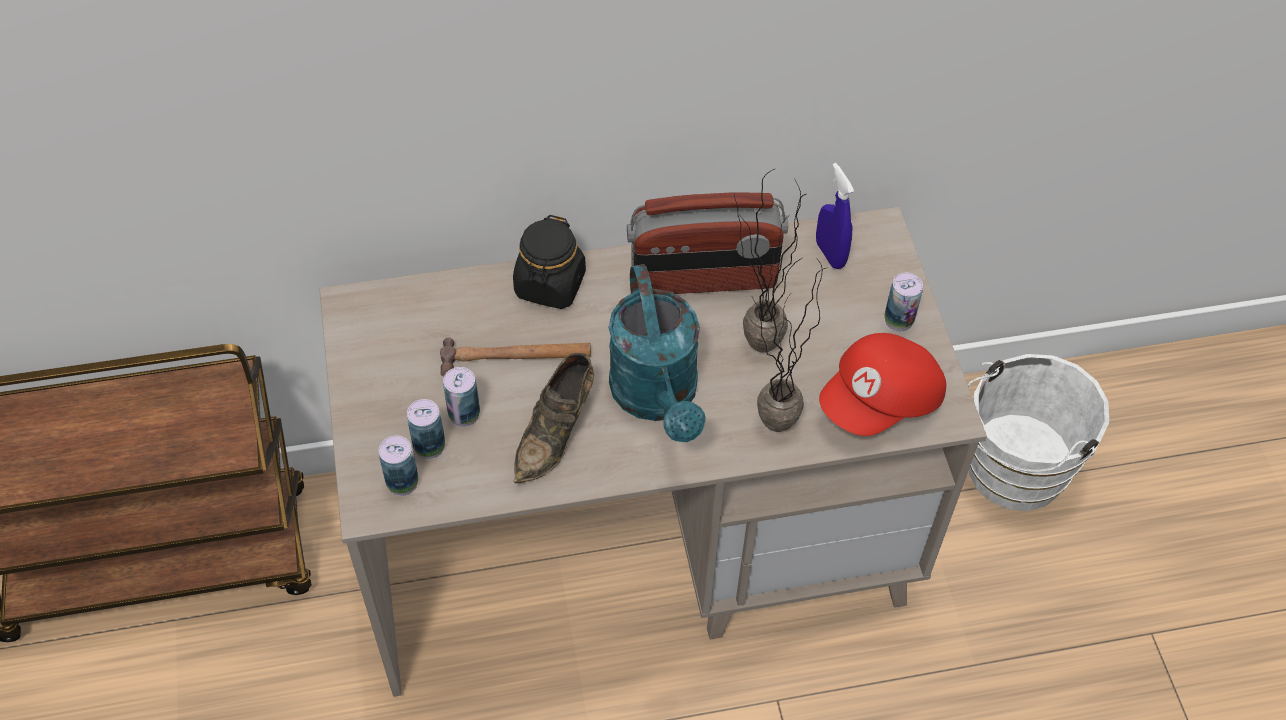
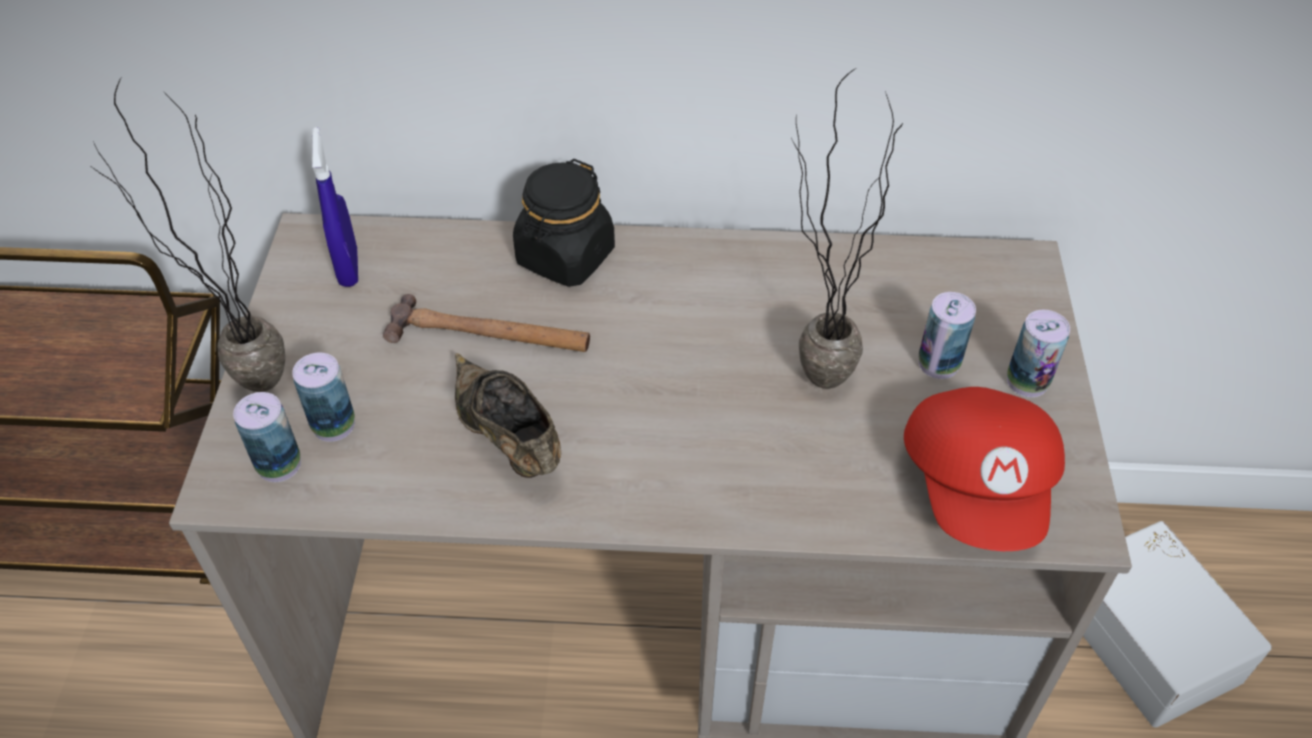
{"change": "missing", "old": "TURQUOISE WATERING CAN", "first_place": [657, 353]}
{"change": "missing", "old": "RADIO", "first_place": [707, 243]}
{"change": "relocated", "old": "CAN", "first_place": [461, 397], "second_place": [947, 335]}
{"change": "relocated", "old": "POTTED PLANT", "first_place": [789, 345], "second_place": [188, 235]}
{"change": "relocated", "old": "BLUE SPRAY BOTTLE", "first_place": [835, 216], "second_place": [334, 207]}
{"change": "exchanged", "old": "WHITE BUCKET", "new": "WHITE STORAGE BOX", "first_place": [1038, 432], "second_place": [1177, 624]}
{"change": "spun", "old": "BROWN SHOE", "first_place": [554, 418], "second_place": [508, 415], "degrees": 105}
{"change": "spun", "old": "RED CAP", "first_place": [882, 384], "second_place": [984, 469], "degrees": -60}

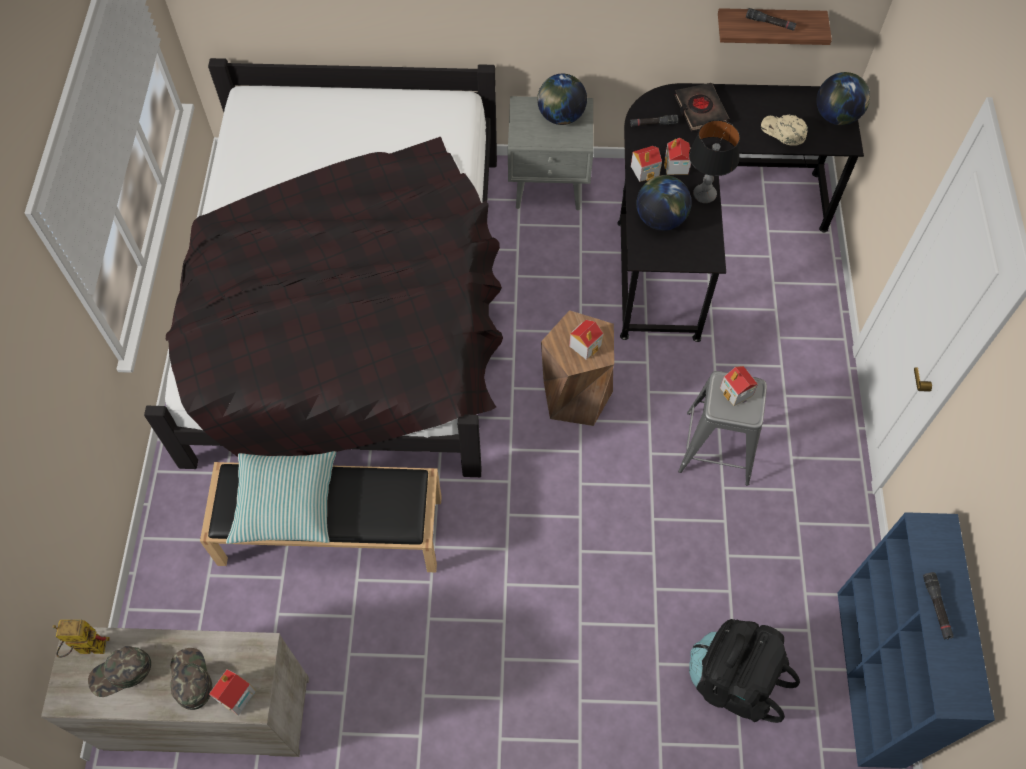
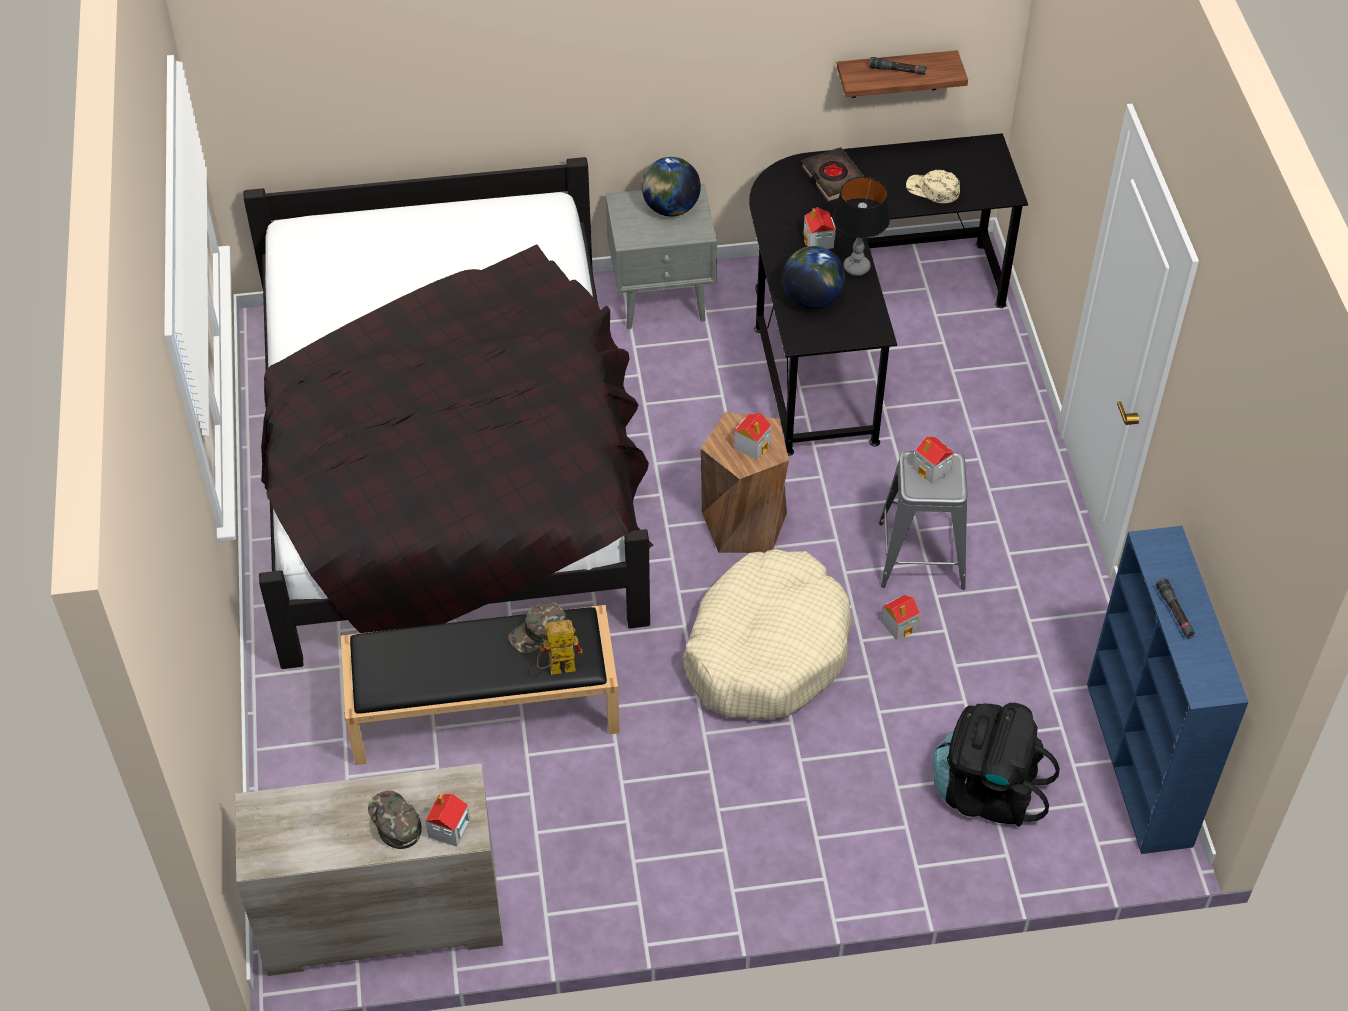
{"change": "missing", "old": "PILLOW", "first_place": [281, 497]}
{"change": "missing", "old": "BLACK FLASHLIGHT", "first_place": [654, 120]}
{"change": "missing", "old": "GLOBE", "first_place": [843, 98]}
{"change": "appeared", "new": "BEIGE DOG BED", "second_place": [767, 634]}
{"change": "relocated", "old": "TOY ROBOT", "first_place": [81, 639], "second_place": [560, 647]}
{"change": "relocated", "old": "GREEN CAP", "first_place": [119, 671], "second_place": [537, 627]}
{"change": "relocated", "old": "TOY HOUSE", "first_place": [646, 164], "second_place": [900, 617]}

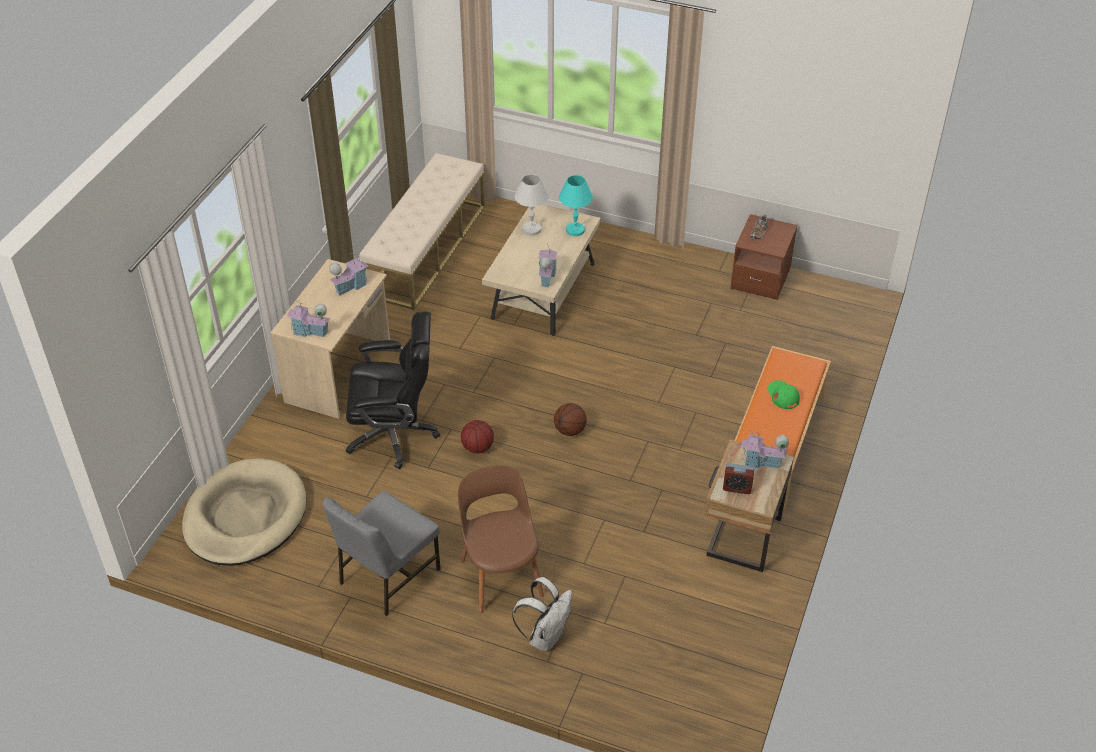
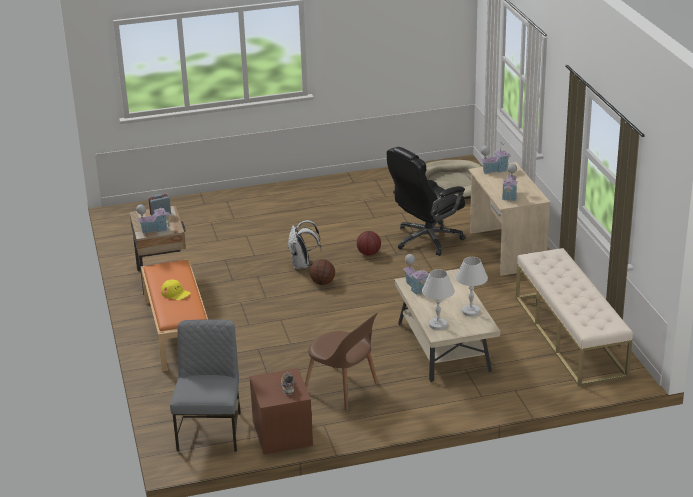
{"change": "relocated", "old": "GREY CHAIR", "first_place": [382, 553], "second_place": [205, 385]}
{"change": "relocated", "old": "BROWN CHAIR", "first_place": [501, 539], "second_place": [341, 361]}
{"change": "relocated", "old": "WHITE BACKPACK", "first_place": [542, 614], "second_place": [304, 244]}
{"change": "colour", "old": "TURQUOISE TABLE LAMP", "new": "WHITE TABLE LAMP", "first_place": [576, 205], "second_place": [438, 299]}
{"change": "colour", "old": "GREEN CAP", "new": "YELLOW CAP", "first_place": [783, 395], "second_place": [175, 289]}

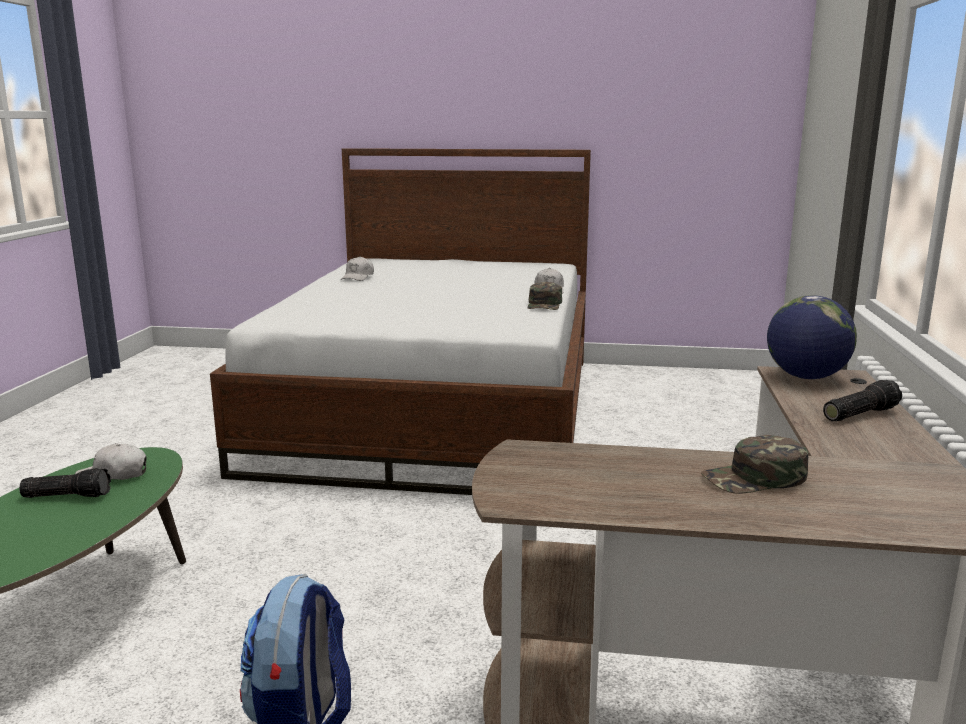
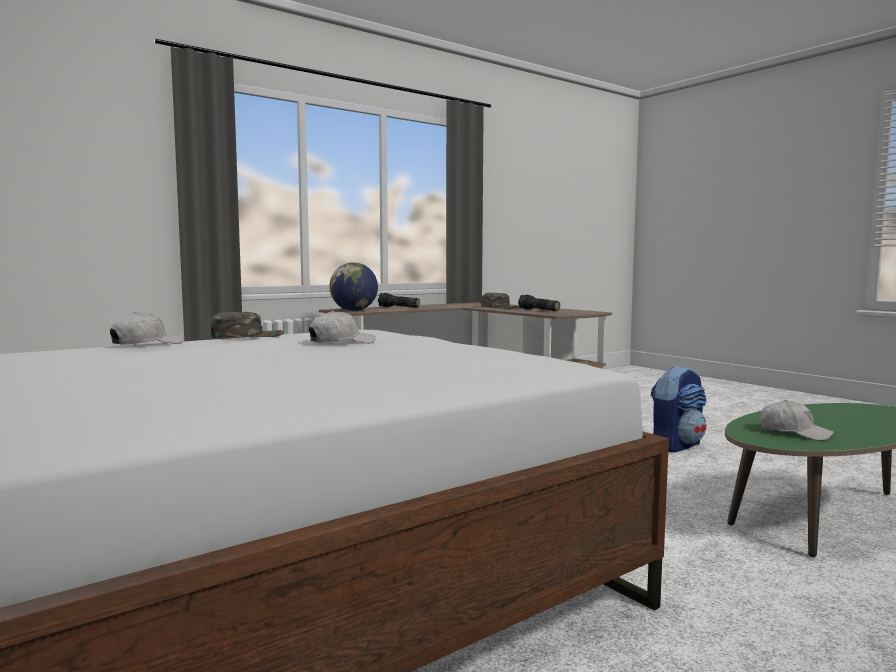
{"change": "relocated", "old": "FLASHLIGHT", "first_place": [65, 483], "second_place": [539, 302]}
{"change": "relocated", "old": "WHITE CAP", "first_place": [357, 268], "second_place": [342, 327]}

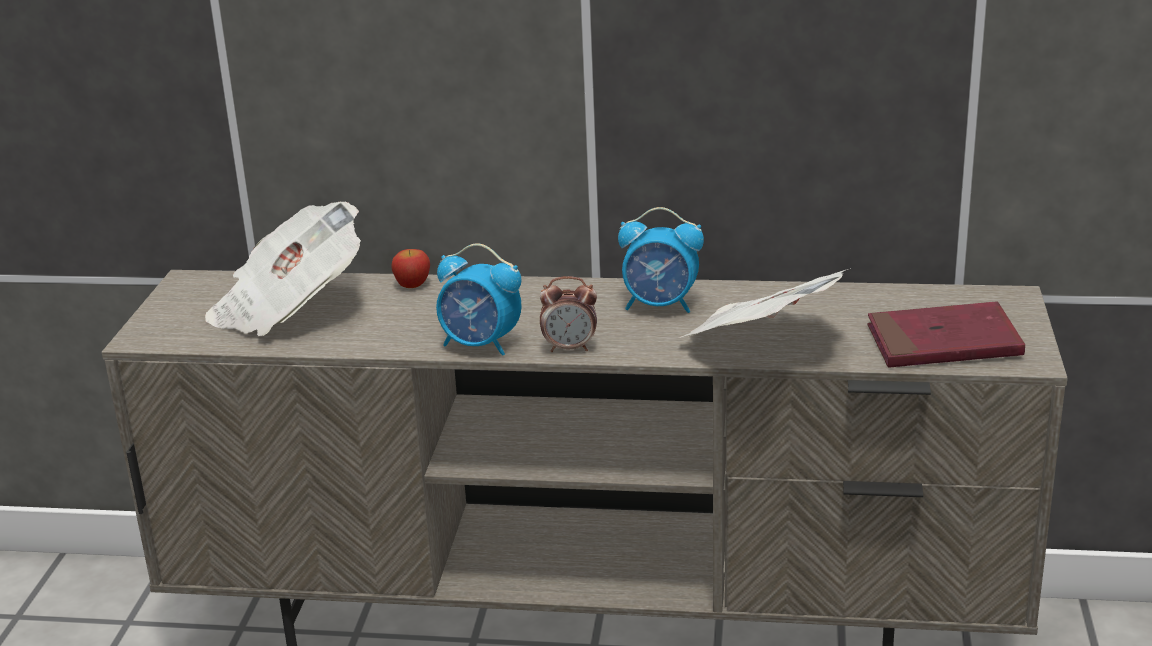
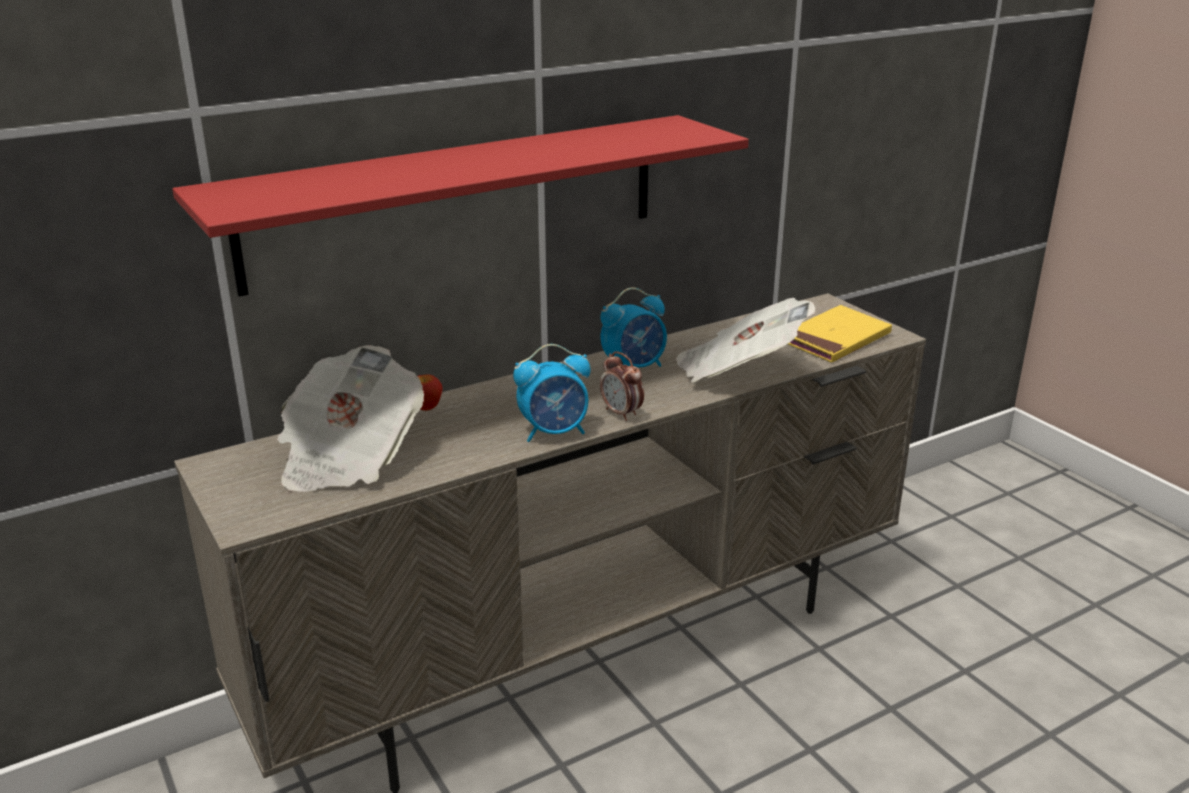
{"change": "appeared", "new": "RED SHELF", "second_place": [460, 205]}
{"change": "colour", "old": "RED BOOK", "new": "YELLOW BOOK", "first_place": [946, 335], "second_place": [840, 334]}
{"change": "spun", "old": "ALARM CLOCK", "first_place": [568, 314], "second_place": [622, 386], "degrees": 90}

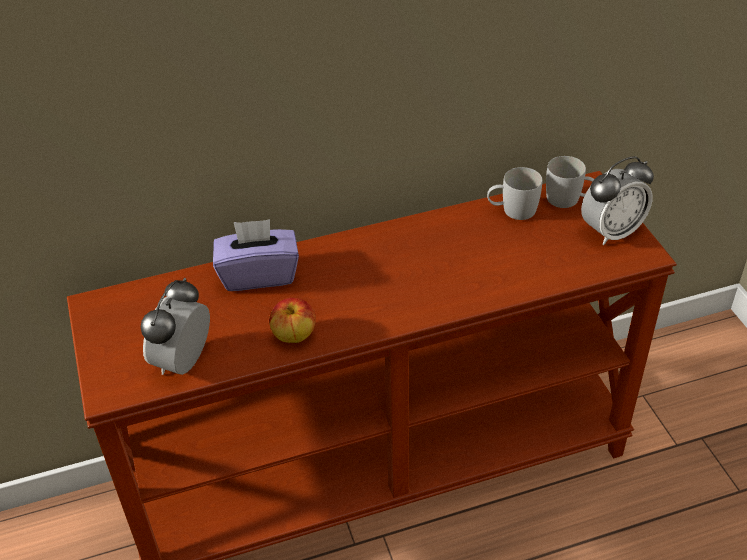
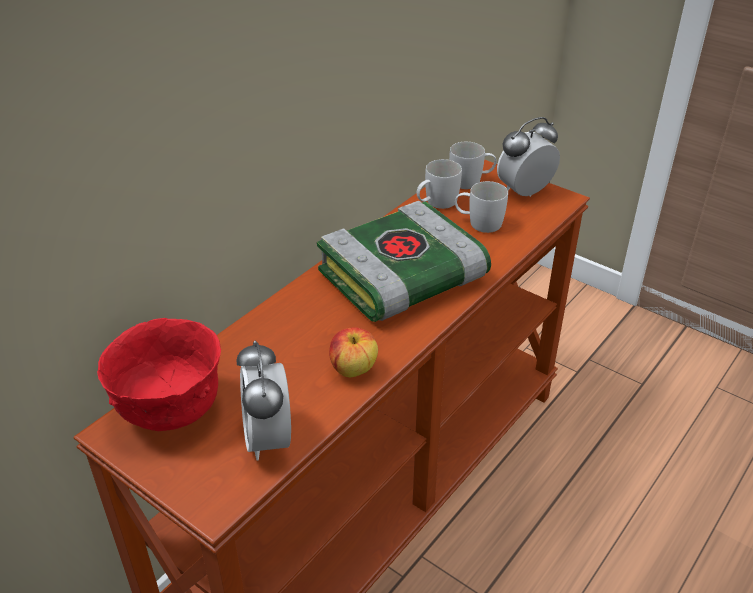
{"change": "missing", "old": "PURPLE TISSUE BOX", "first_place": [256, 255]}
{"change": "appeared", "new": "RED BOWL", "second_place": [159, 374]}
{"change": "appeared", "new": "BOOK", "second_place": [404, 261]}
{"change": "appeared", "new": "WHITE MUG", "second_place": [481, 207]}
{"change": "spun", "old": "ALARM CLOCK", "first_place": [617, 200], "second_place": [528, 157], "degrees": -150}

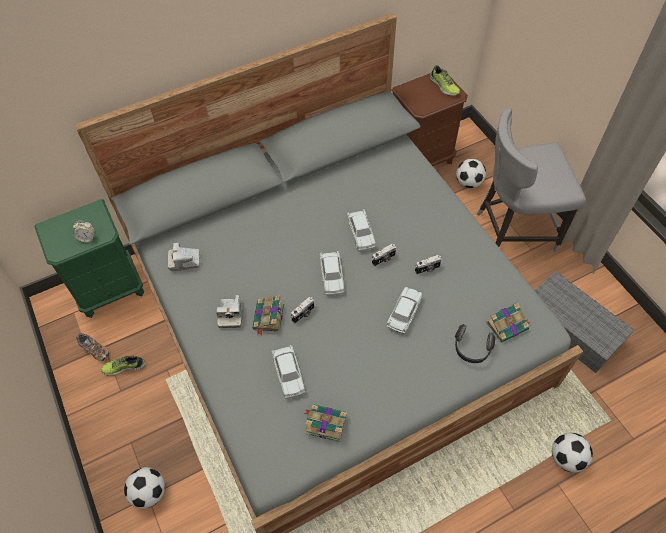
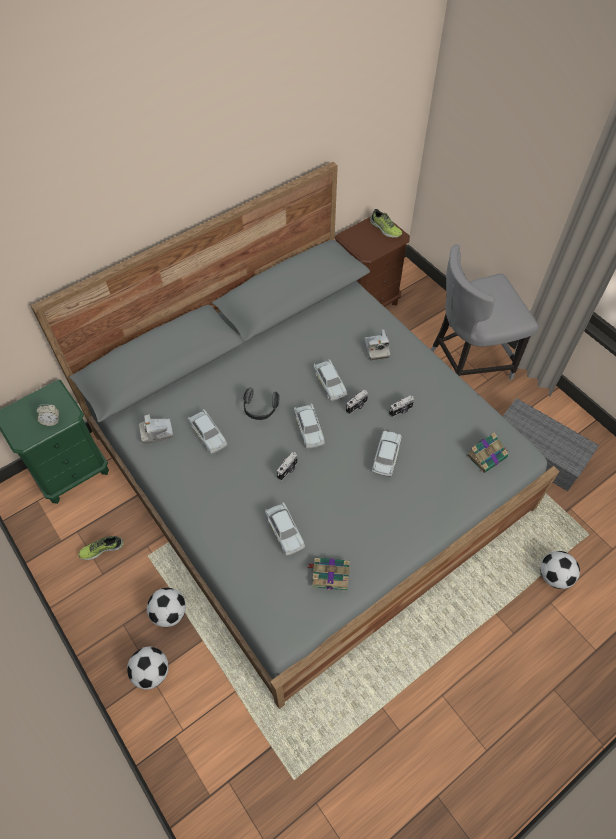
{"change": "missing", "old": "SHOE", "first_place": [92, 347]}
{"change": "missing", "old": "BOOK", "first_place": [268, 315]}
{"change": "appeared", "new": "WHITE TOY CAR", "second_place": [207, 431]}
{"change": "relocated", "old": "PHOTO CAMERA", "first_place": [229, 311], "second_place": [377, 345]}
{"change": "relocated", "old": "HEADPHONES", "first_place": [475, 343], "second_place": [261, 403]}
{"change": "relocated", "old": "FOOTBALL", "first_place": [471, 173], "second_place": [166, 607]}

